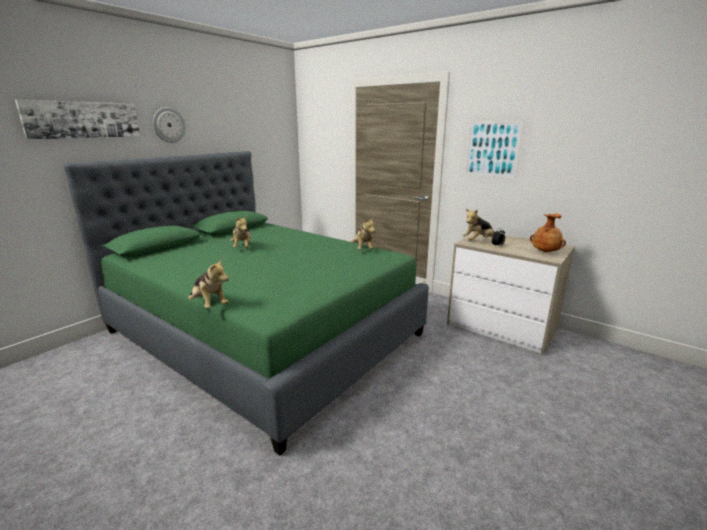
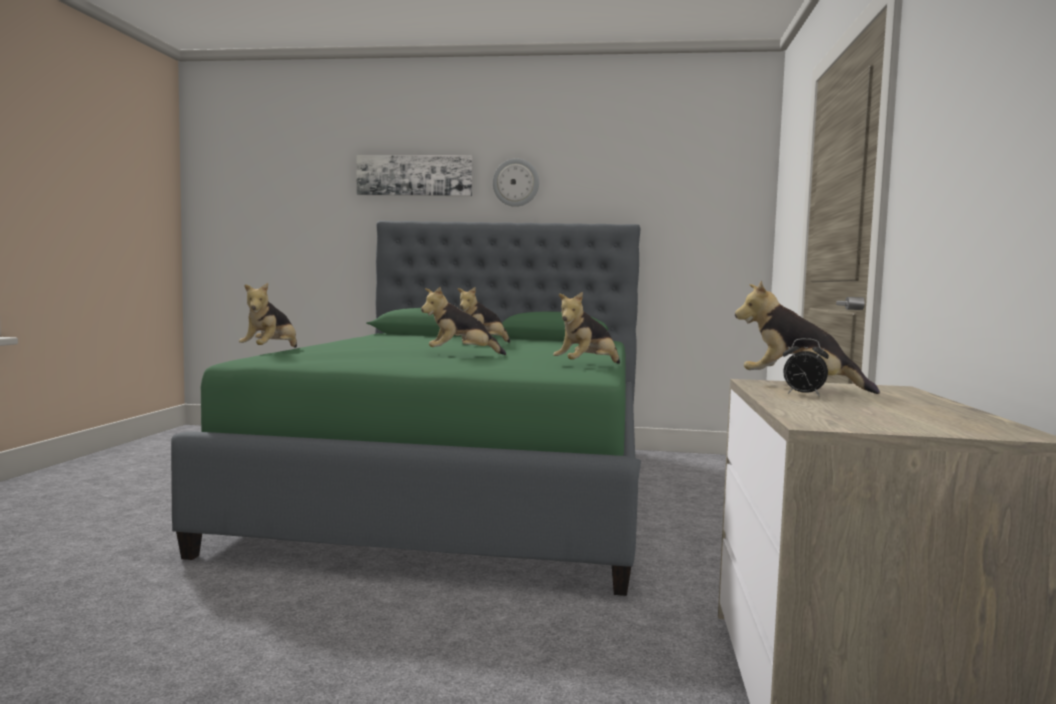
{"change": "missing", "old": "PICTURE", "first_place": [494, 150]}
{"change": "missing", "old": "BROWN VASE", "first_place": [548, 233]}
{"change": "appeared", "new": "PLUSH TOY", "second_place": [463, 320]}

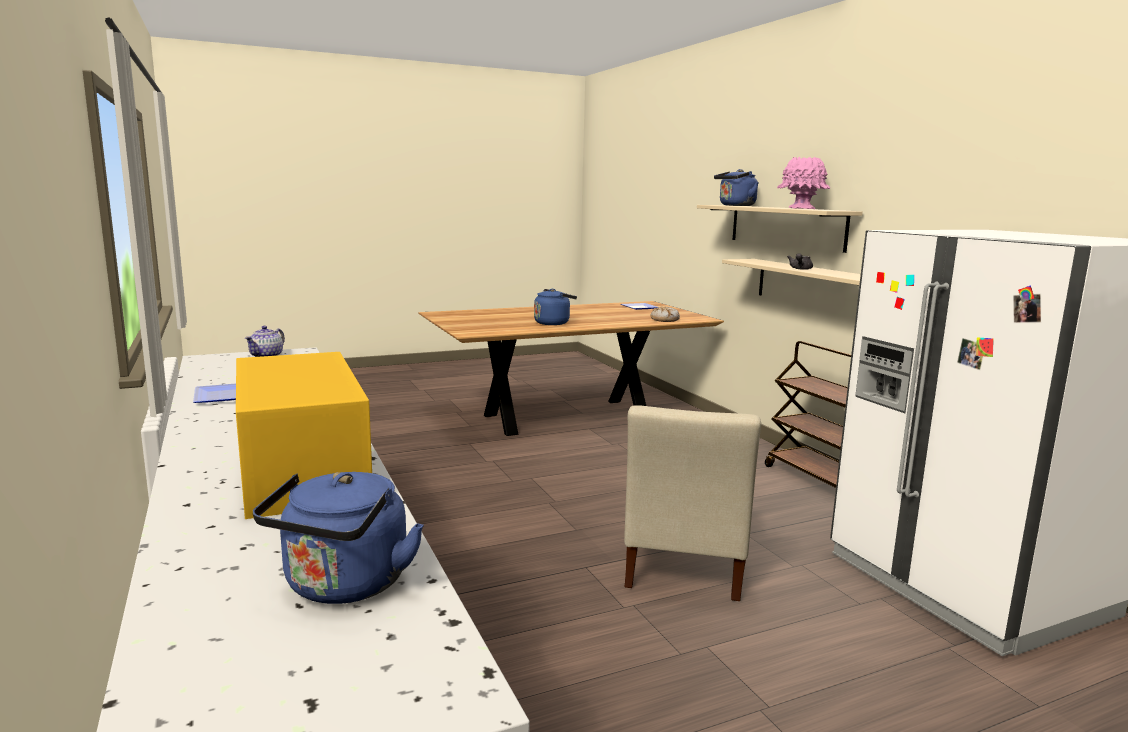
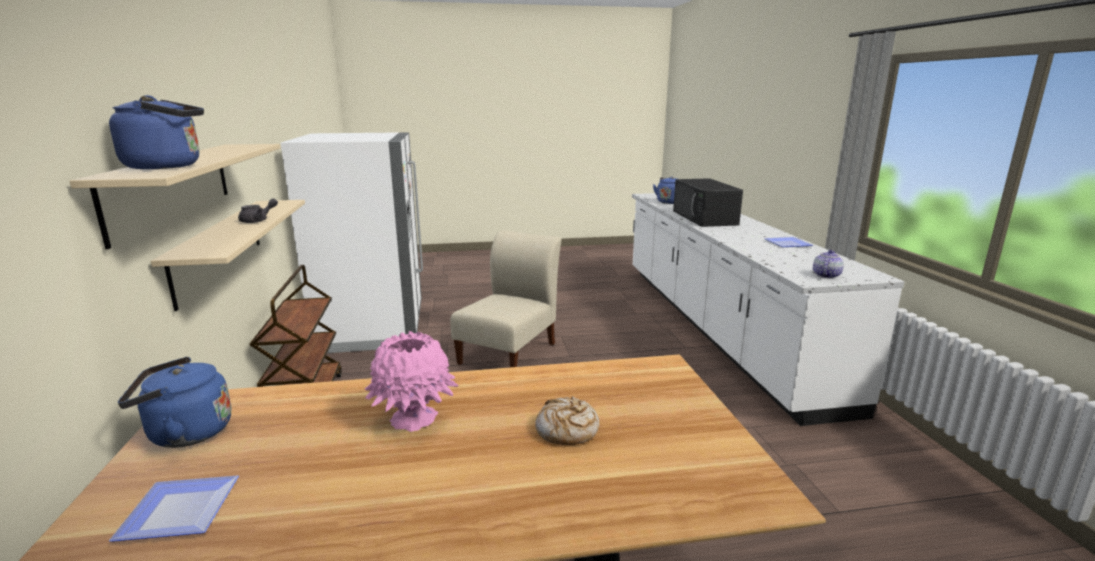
{"change": "relocated", "old": "BLUE KETTLE", "first_place": [555, 307], "second_place": [174, 402]}
{"change": "relocated", "old": "BREAD", "first_place": [665, 314], "second_place": [567, 420]}
{"change": "relocated", "old": "PINK VASE", "first_place": [803, 183], "second_place": [412, 381]}
{"change": "colour", "old": "YELLOW MICROWAVE", "new": "BLACK MICROWAVE", "first_place": [304, 435], "second_place": [708, 202]}

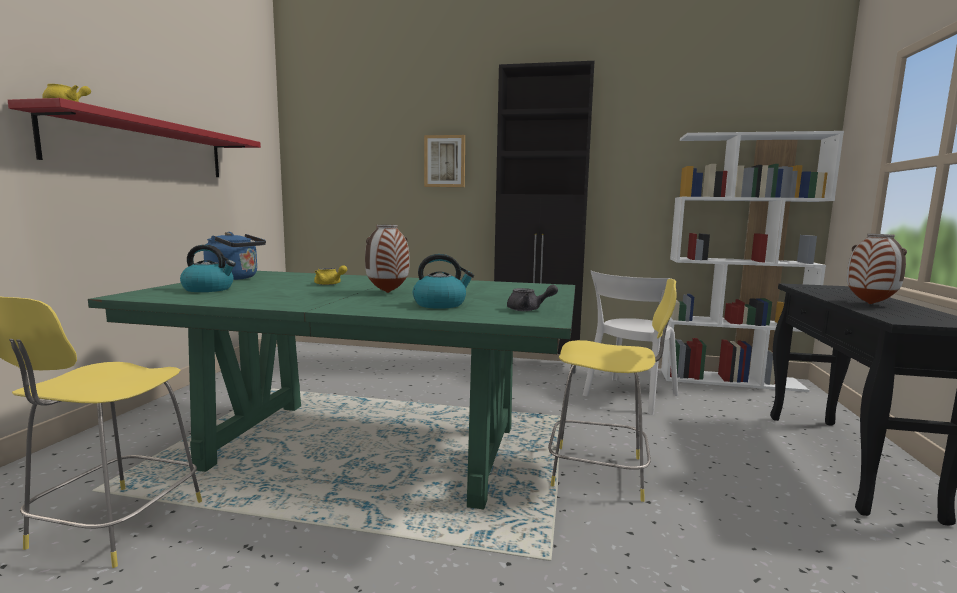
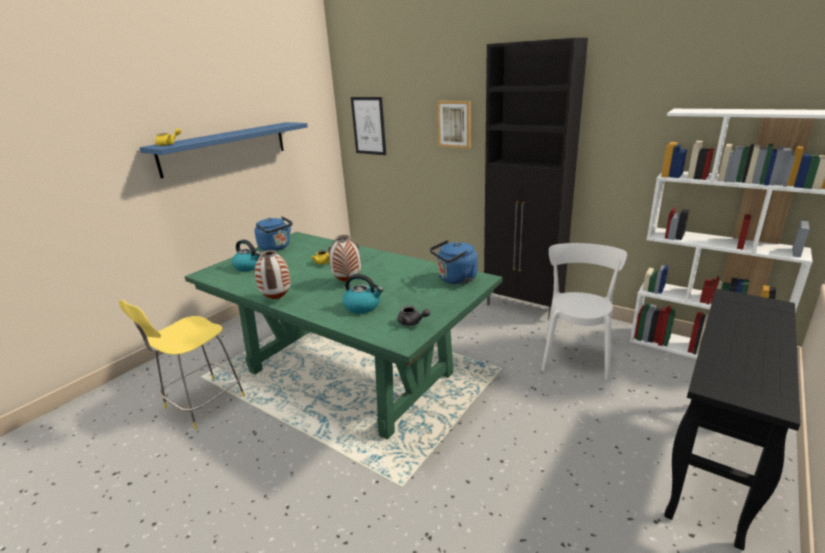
{"change": "missing", "old": "YELLOW STOOL", "first_place": [612, 390]}
{"change": "appeared", "new": "PICTURE", "second_place": [368, 126]}
{"change": "appeared", "new": "BLUE KETTLE", "second_place": [454, 262]}
{"change": "relocated", "old": "VASE", "first_place": [877, 269], "second_place": [273, 274]}
{"change": "colour", "old": "RED SHELF", "new": "BLUE SHELF", "first_place": [134, 137], "second_place": [223, 150]}
{"change": "spun", "old": "WHITE CHAIR", "first_place": [630, 342], "second_place": [584, 311], "degrees": 135}

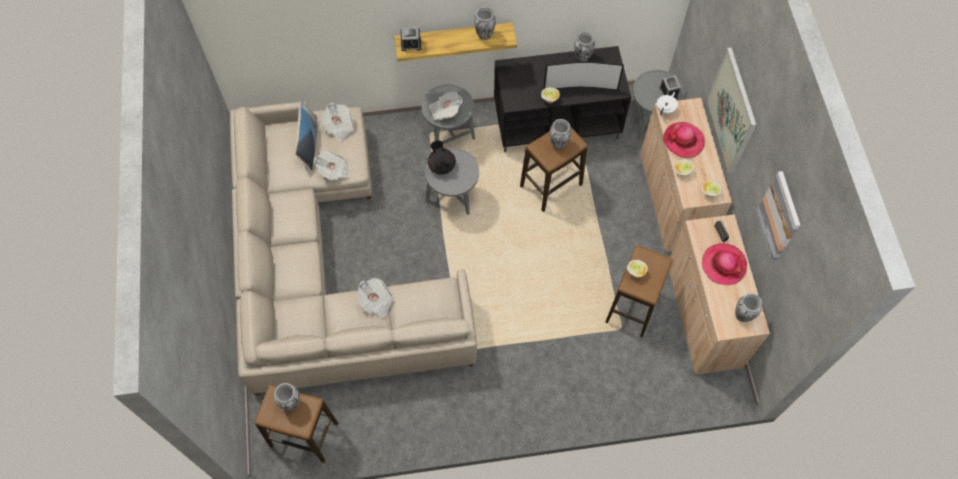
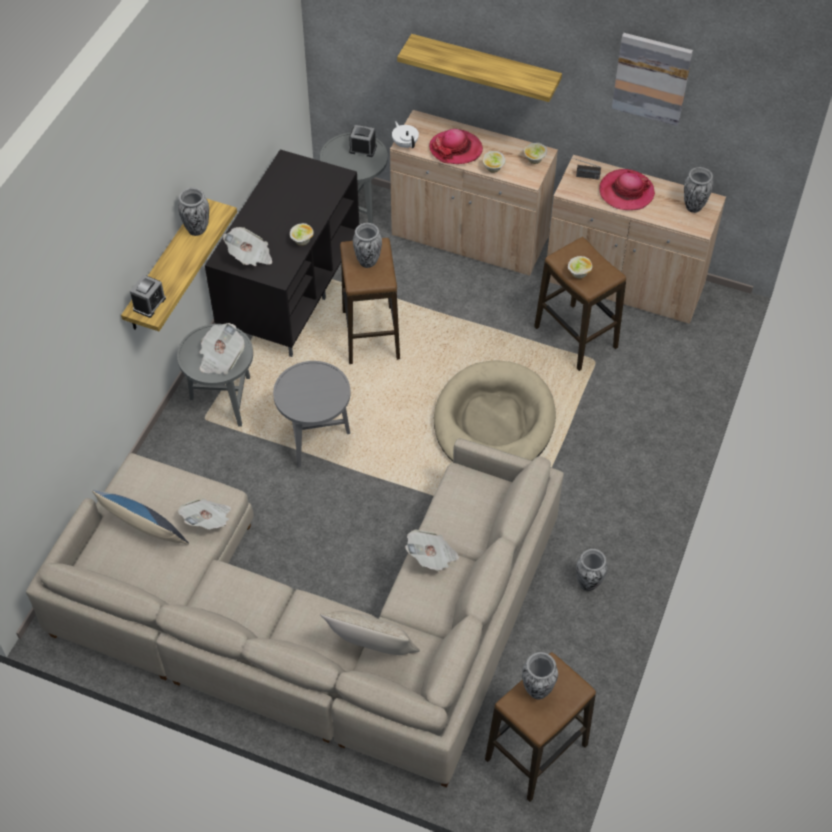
{"change": "missing", "old": "BLACK TEAPOT", "first_place": [442, 157]}
{"change": "missing", "old": "TELEVISION", "first_place": [584, 75]}
{"change": "appeared", "new": "BEIGE PILLOW", "second_place": [370, 633]}
{"change": "appeared", "new": "BEIGE DOG BED", "second_place": [495, 411]}
{"change": "relocated", "old": "NEWSPAPER", "first_place": [338, 122], "second_place": [247, 246]}
{"change": "relocated", "old": "VASE", "first_place": [584, 46], "second_place": [592, 570]}
{"change": "exchanged", "old": "PICTURE", "new": "SHELF", "first_place": [731, 110], "second_place": [479, 68]}

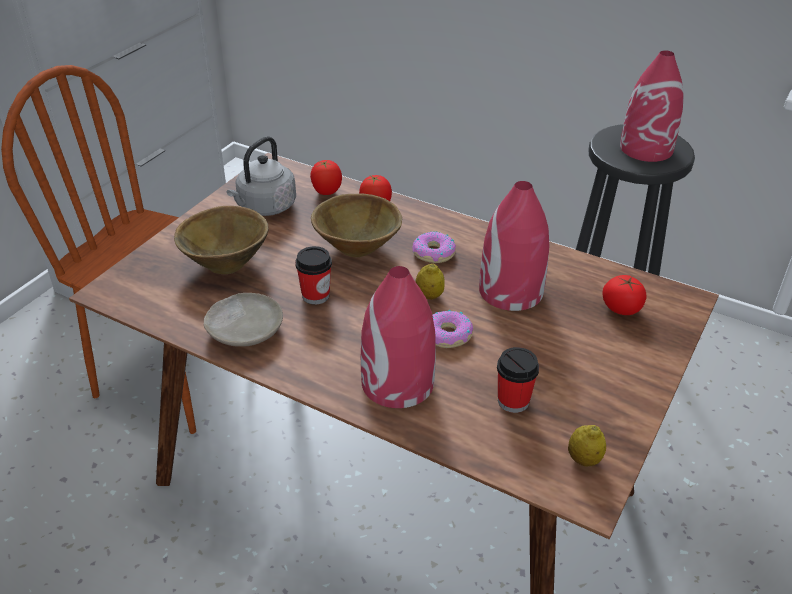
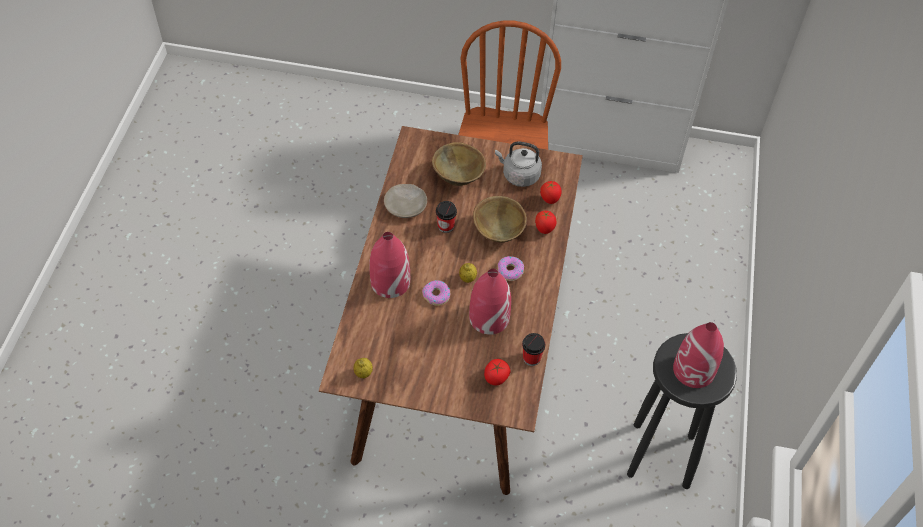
{"change": "relocated", "old": "CUP", "first_place": [518, 380], "second_place": [533, 349]}

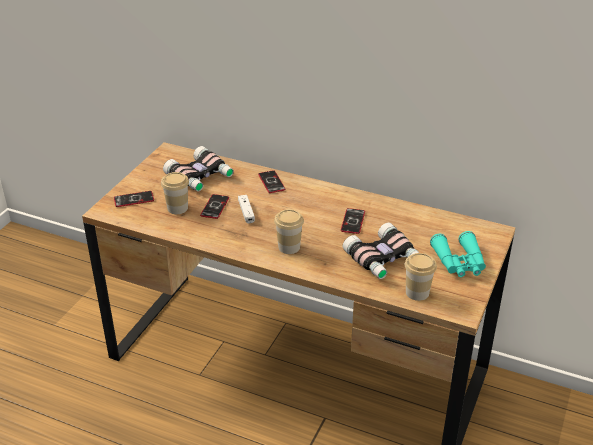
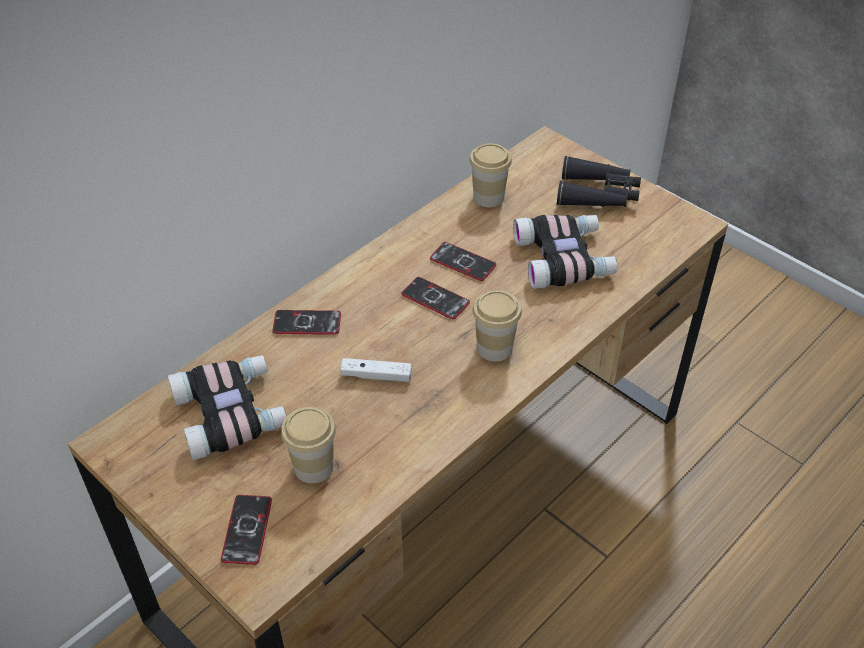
{"change": "relocated", "old": "PHONE", "first_place": [214, 206], "second_place": [435, 298]}
{"change": "relocated", "old": "CUP", "first_place": [421, 277], "second_place": [490, 175]}
{"change": "colour", "old": "TURQUOISE BINOCULARS", "new": "BLACK BINOCULARS", "first_place": [458, 254], "second_place": [599, 181]}

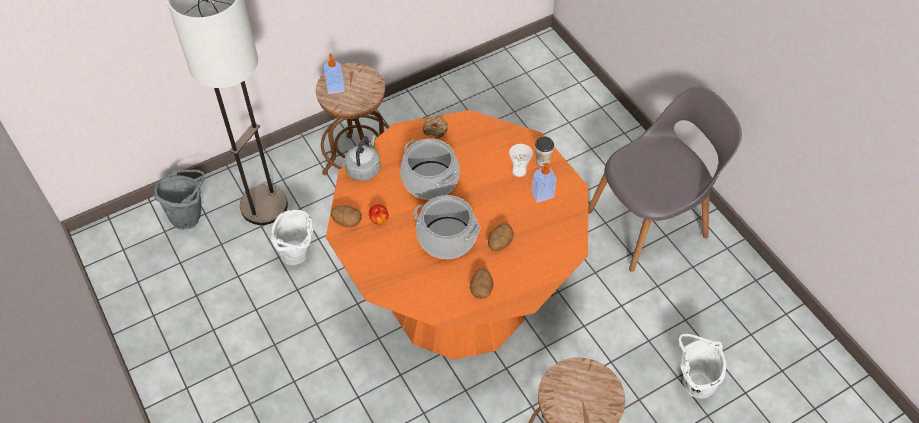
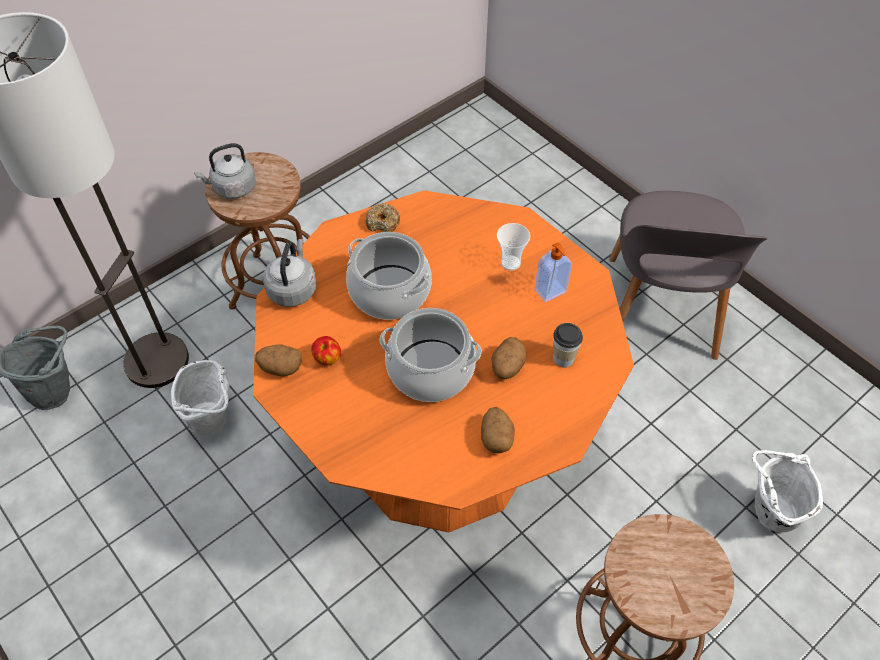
{"change": "relocated", "old": "CUP", "first_place": [544, 151], "second_place": [568, 345]}
{"change": "exchanged", "old": "SOAP DISPENSER", "new": "GREY KETTLE", "first_place": [334, 73], "second_place": [225, 171]}
{"change": "spun", "old": "GREY CHAIR", "first_place": [665, 179], "second_place": [688, 275], "degrees": 135}

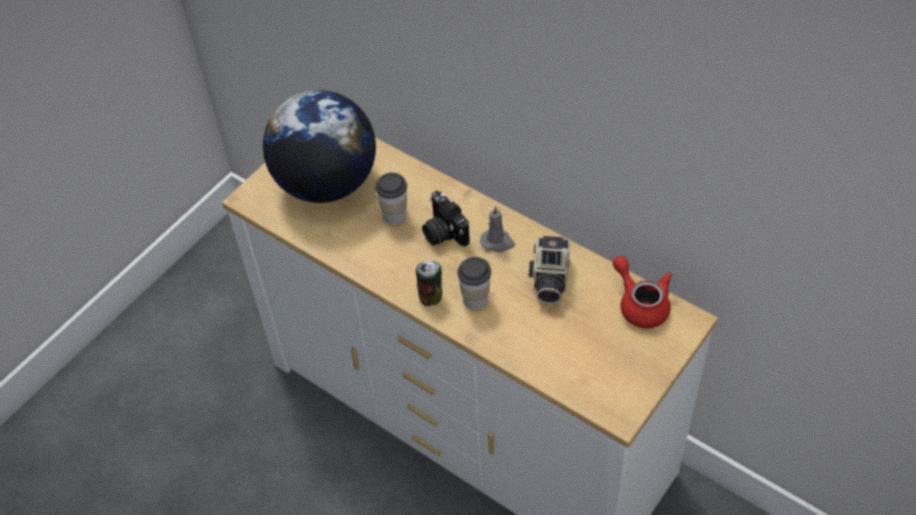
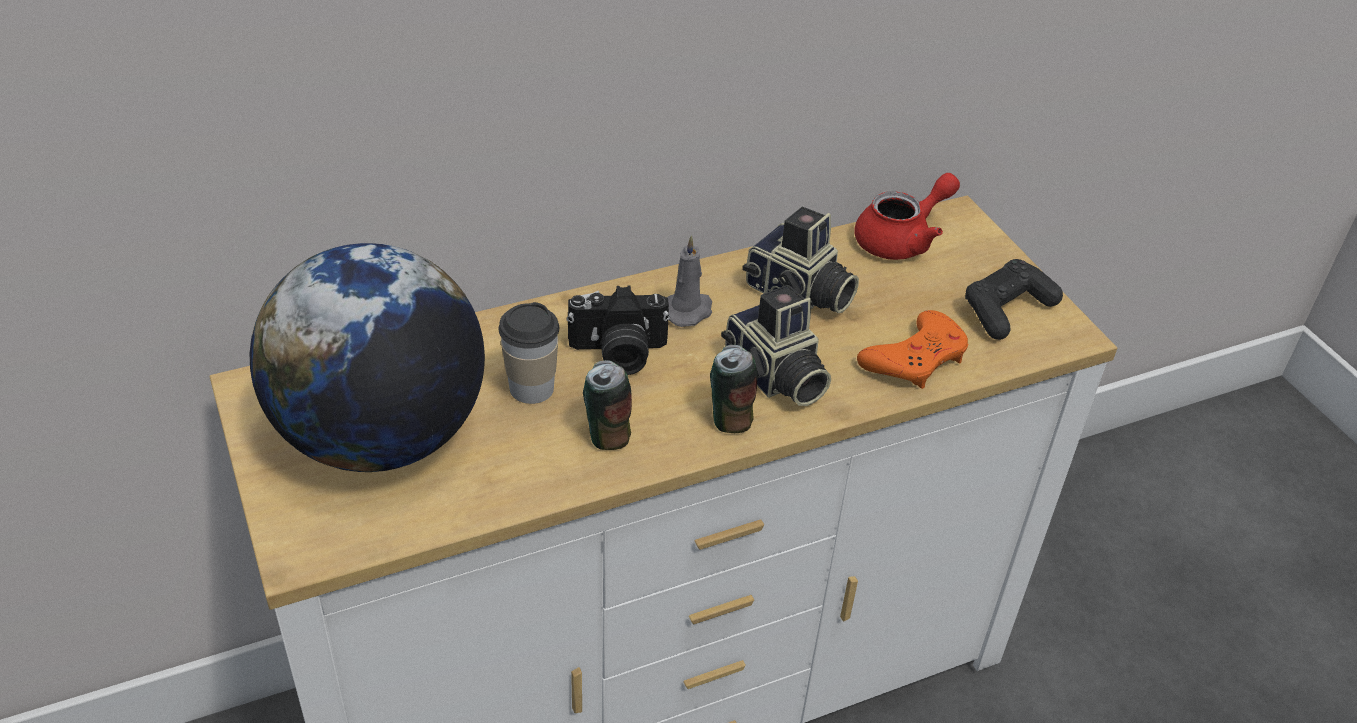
{"change": "appeared", "new": "CAN", "second_place": [607, 405]}
{"change": "appeared", "new": "ORANGE GAME CONTROLLER", "second_place": [912, 349]}
{"change": "appeared", "new": "BLACK GAME CONTROLLER", "second_place": [1014, 299]}
{"change": "exchanged", "old": "CUP", "new": "PHOTO CAMERA", "first_place": [474, 283], "second_place": [776, 345]}
{"change": "spun", "old": "RED TEAPOT", "first_place": [642, 292], "second_place": [907, 216], "degrees": 150}

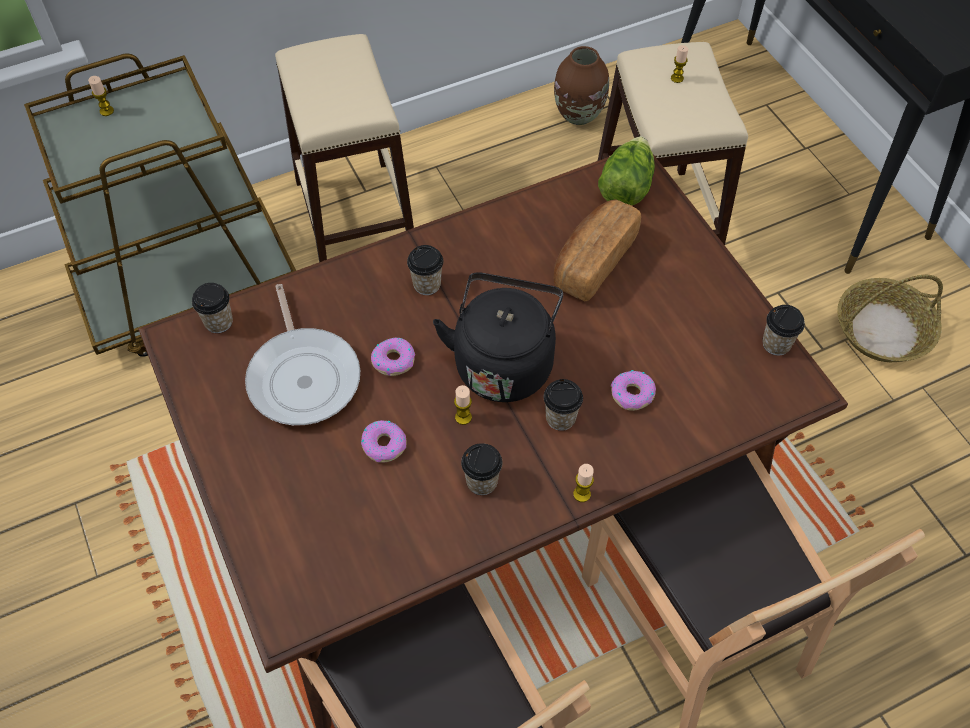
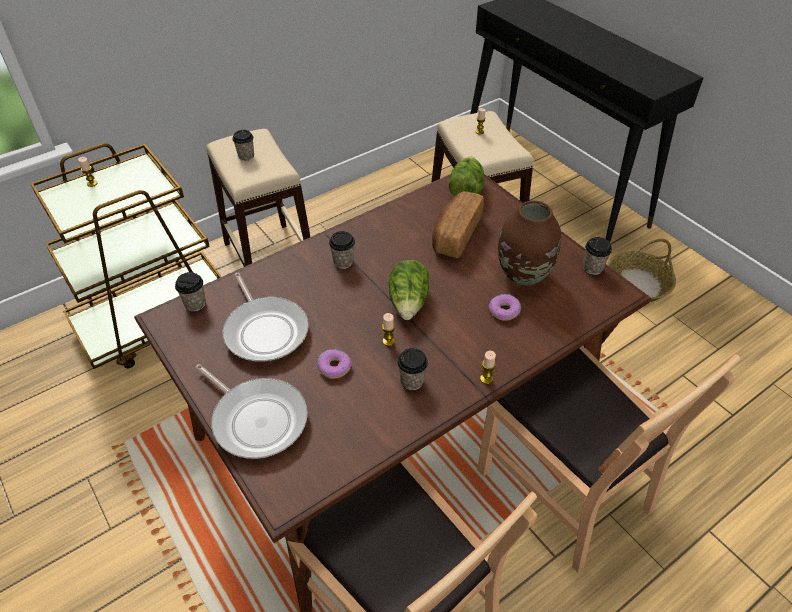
{"change": "missing", "old": "DONUT", "first_place": [393, 357]}
{"change": "appeared", "new": "FRYING PAN", "second_place": [251, 411]}
{"change": "relocated", "old": "CUP", "first_place": [563, 405], "second_place": [243, 145]}
{"change": "relocated", "old": "BROWN VASE", "first_place": [581, 85], "second_place": [529, 243]}
{"change": "exchanged", "old": "BLACK KETTLE", "new": "LETTUCE", "first_place": [498, 337], "second_place": [409, 290]}

